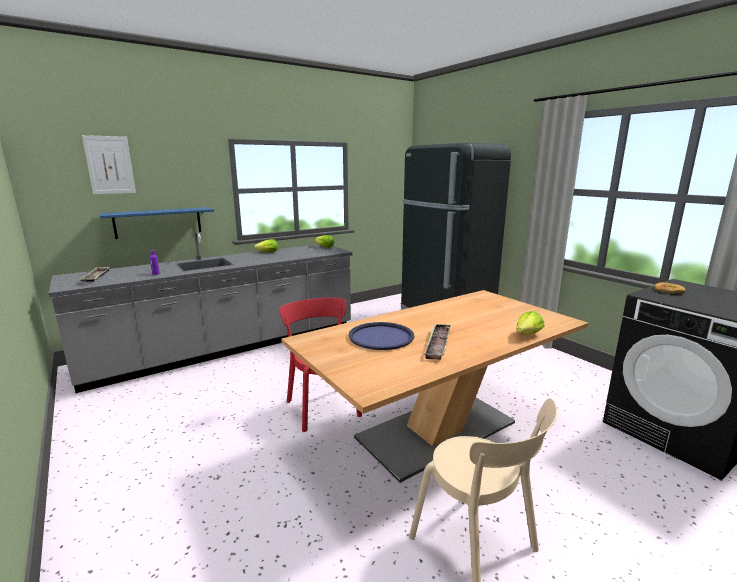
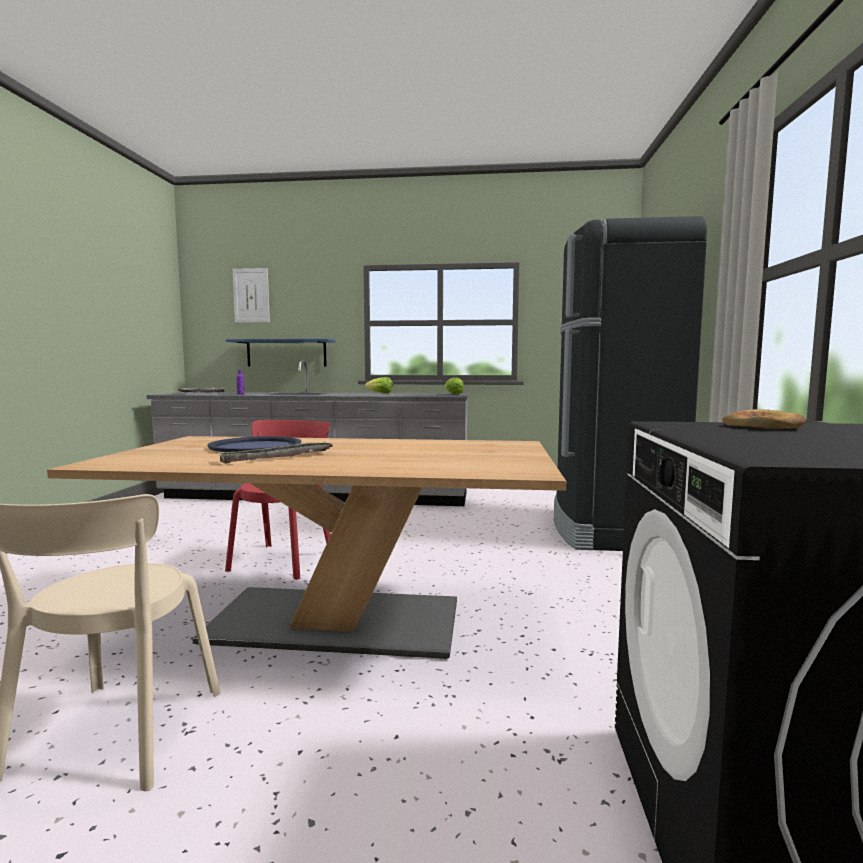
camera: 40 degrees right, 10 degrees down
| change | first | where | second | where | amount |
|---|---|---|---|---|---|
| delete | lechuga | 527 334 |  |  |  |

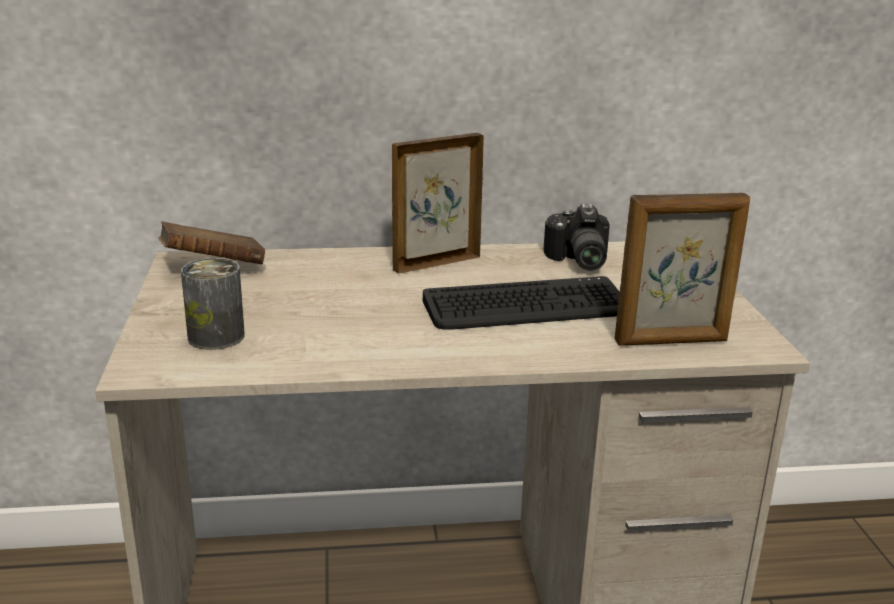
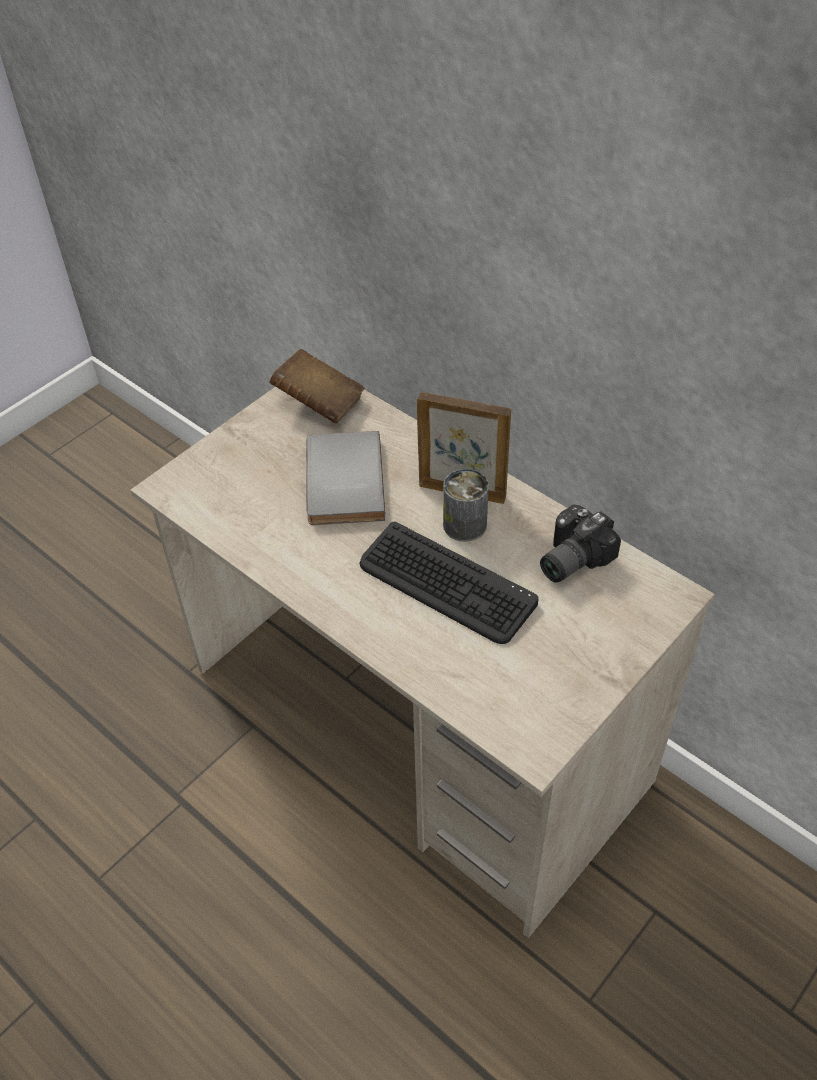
camera: 50 degrees right, 25 degrees up
| change | first | where | second | where | amount |
|---|---|---|---|---|---|
| move | lata | 216 337 |  | 464 525 |  |
| delete | portarretratos | 672 341 |  |  |  |
| insert |  |  | libro [gris] | 340 481 |  |

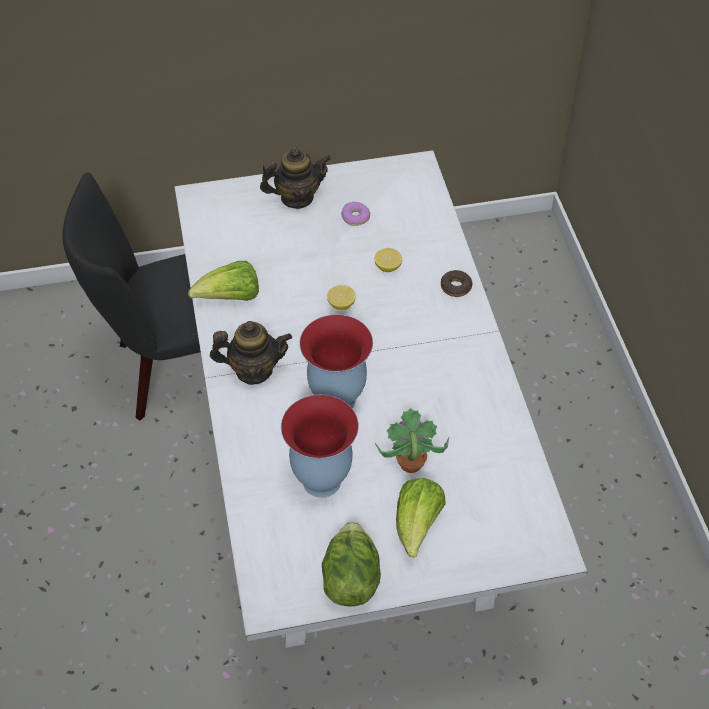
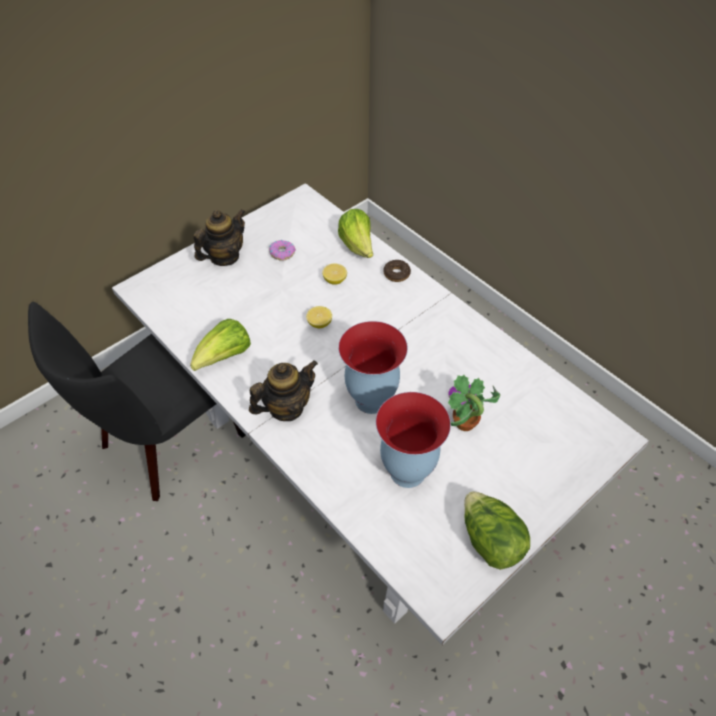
camera: 30 degrees left, 0 degrees up
| change | first | where | second | where | amount |
|---|---|---|---|---|---|
| move | lechuga | 417 525 |  | 357 246 |  |

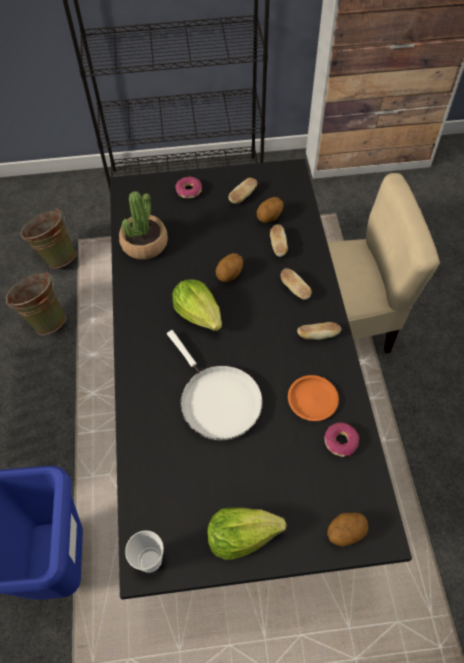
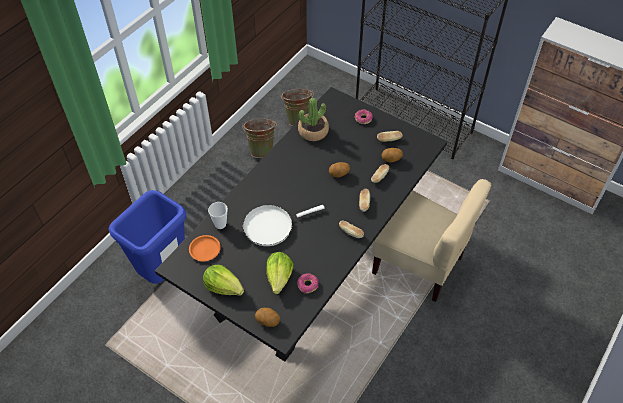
camera: 40 degrees right, 5 degrees down
| change | first | where | second | where | amount |
|---|---|---|---|---|---|
| move | taza | 150 561 |  | 220 224 |  |
| rotate | sartén [blanco] | 217 400 |  | 271 226 | 60 degrees clockwise |
| move | lechuga | 199 314 |  | 279 277 |  |
| move | plato [naranja] | 312 399 |  | 205 249 |  |

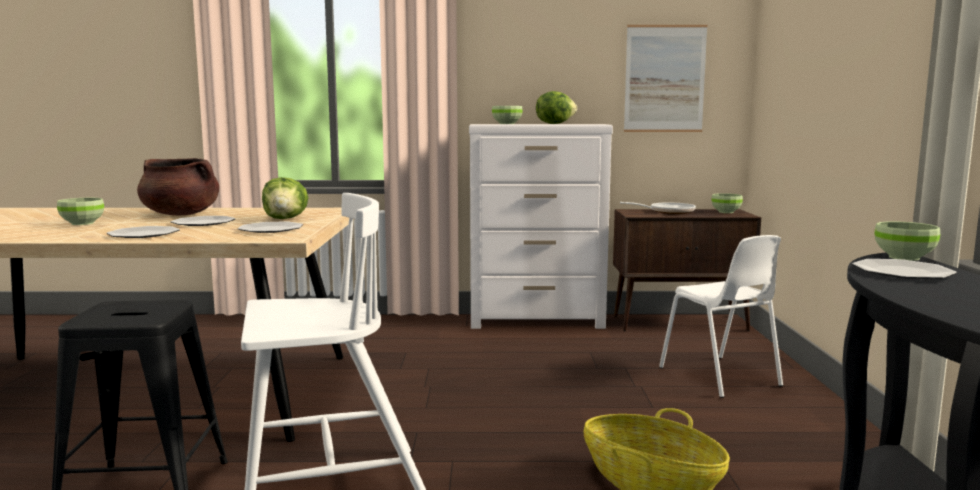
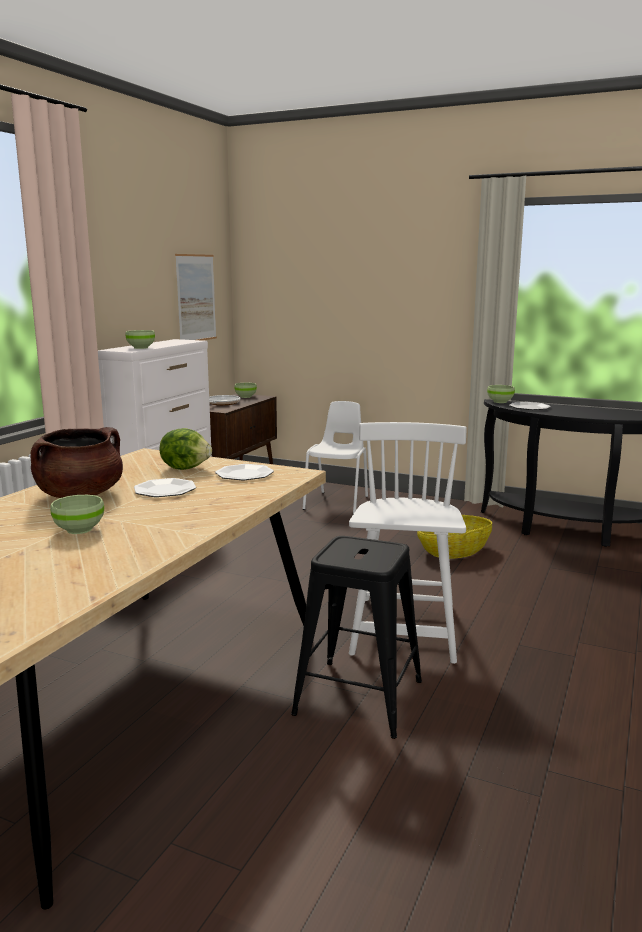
camera: 65 degrees left, 5 degrees up
| change | first | where | second | where | amount |
|---|---|---|---|---|---|
| delete | plato | 143 234 |  |  |  |
| delete | lechuga | 554 124 |  |  |  |
| rotate | silla [blanco] | 720 377 |  | 337 503 | 75 degrees counterclockwise |

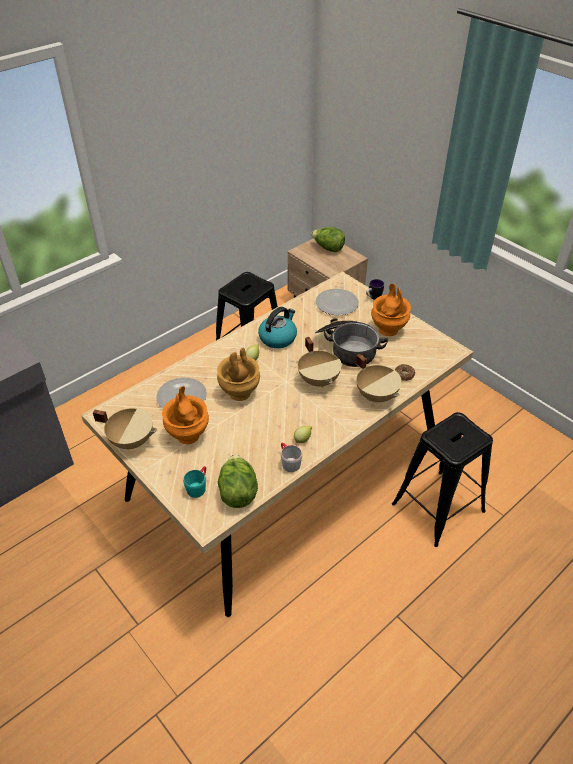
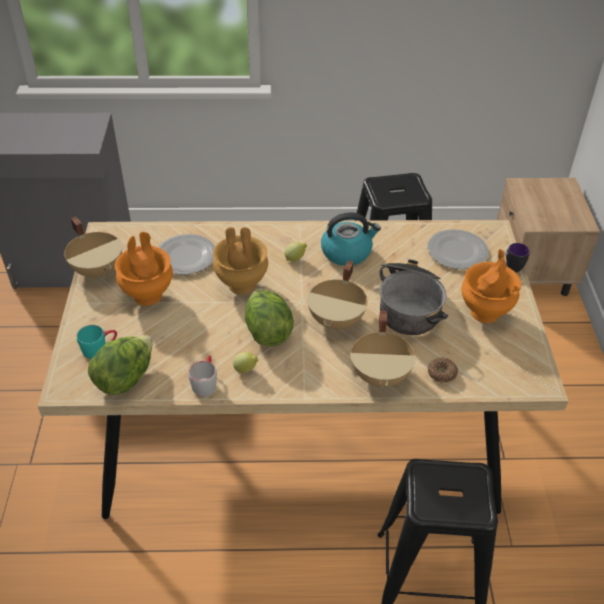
camera: 40 degrees right, 0 degrees up
| change | first | where | second | where | amount |
|---|---|---|---|---|---|
| move | lechuga | 328 248 |  | 267 331 |  |

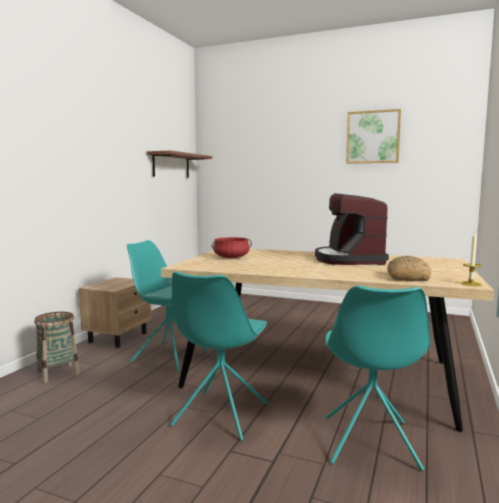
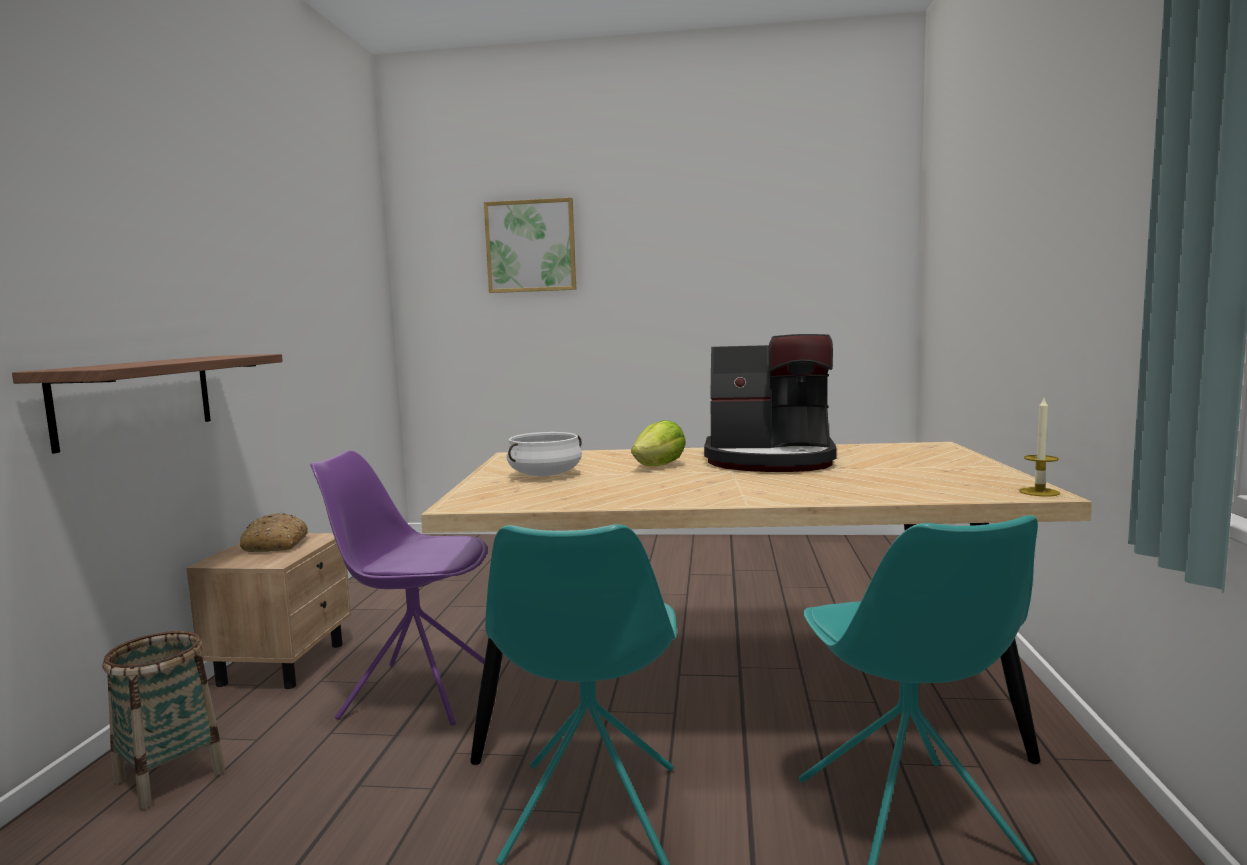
camera: 15 degrees left, 0 degrees up
| change | first | where | second | where | amount |
|---|---|---|---|---|---|
| recolor | silla [turquesa] | 169 356 | silla [morado] | 416 692 |  |
| move | estante | 171 165 |  | 136 399 |  |
| recolor | olla [rojo] | 231 257 | olla [blanco] | 545 475 |  |
| rotate | cafetera | 348 259 |  | 770 460 | 60 degrees counterclockwise |
| move | cuadro | 373 137 |  | 531 246 |  |
| move | pan | 406 277 |  | 275 545 |  |
| insert |  |  | lechuga | 660 466 |  |

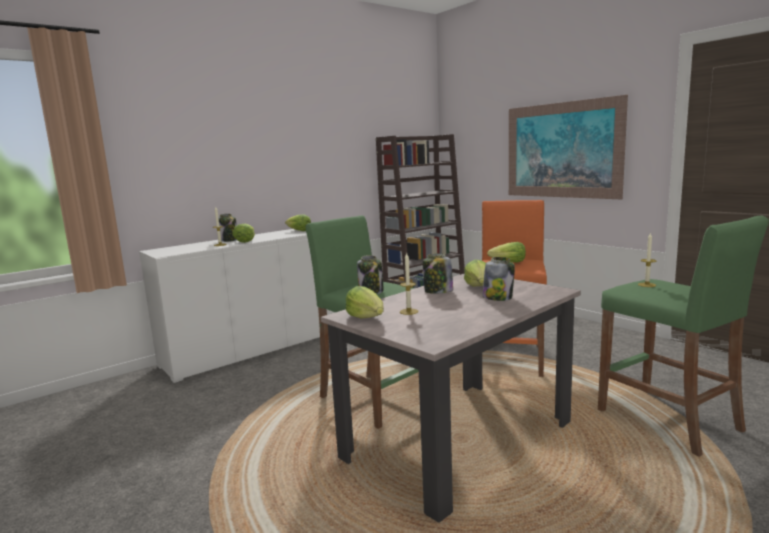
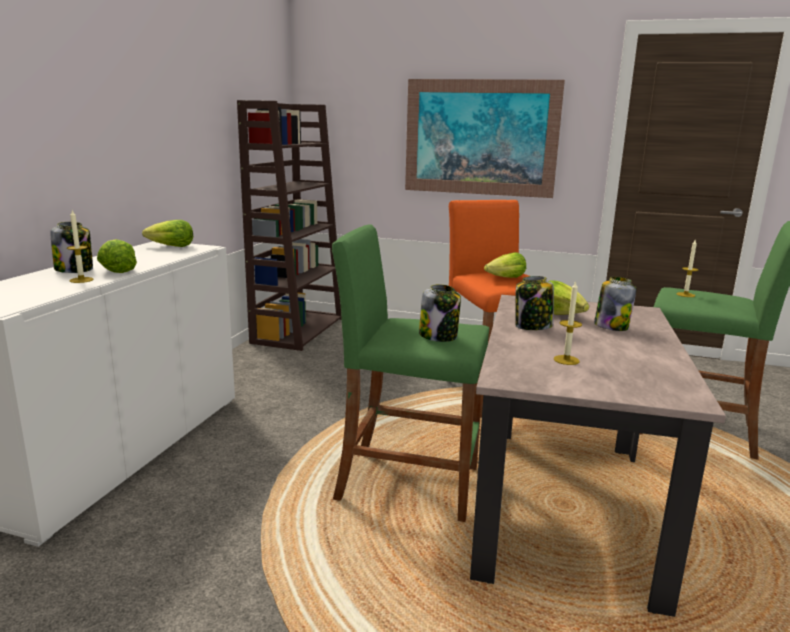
camera: 35 degrees left, 5 degrees up
| change | first | where | second | where | amount |
|---|---|---|---|---|---|
| delete | lechuga | 367 317 |  |  |  |

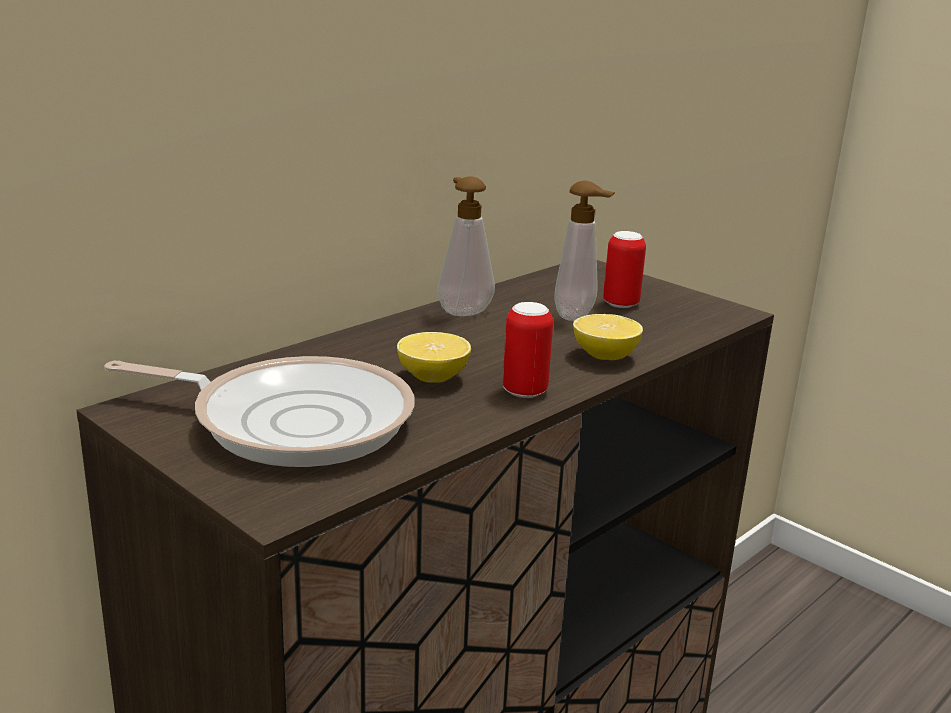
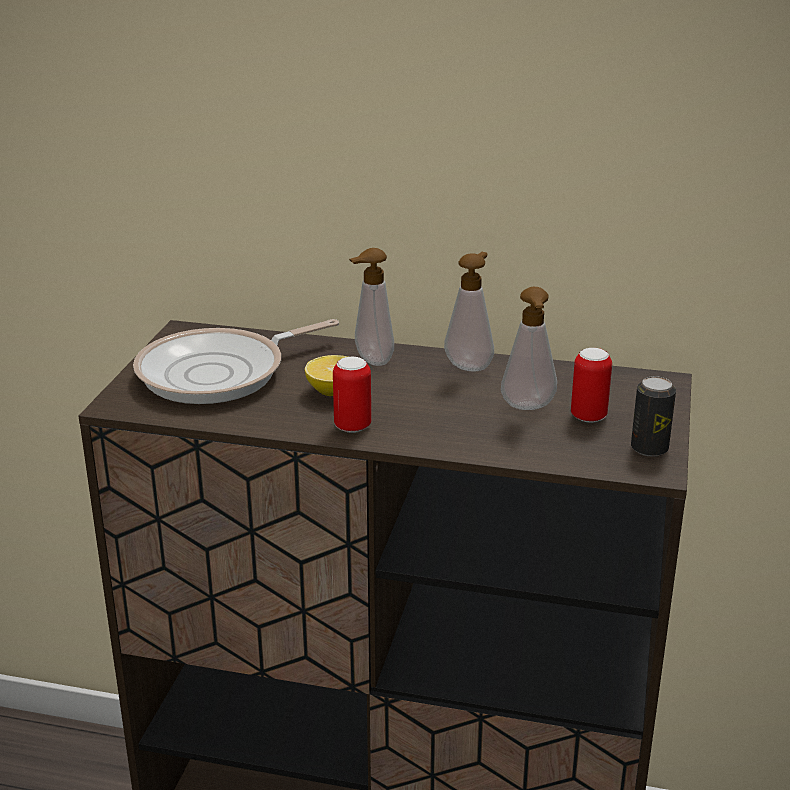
camera: 60 degrees right, 5 degrees up
| change | first | where | second | where | amount |
|---|---|---|---|---|---|
| rotate | sartén | 292 420 |  | 220 373 | 75 degrees clockwise |
| delete | limón | 605 356 |  |  |  |
| insert |  |  | dispensador de jabón | 370 361 |  |
| insert |  |  | lata | 649 448 |  |

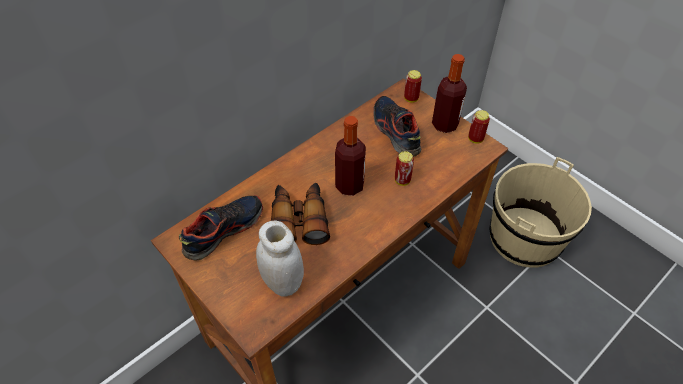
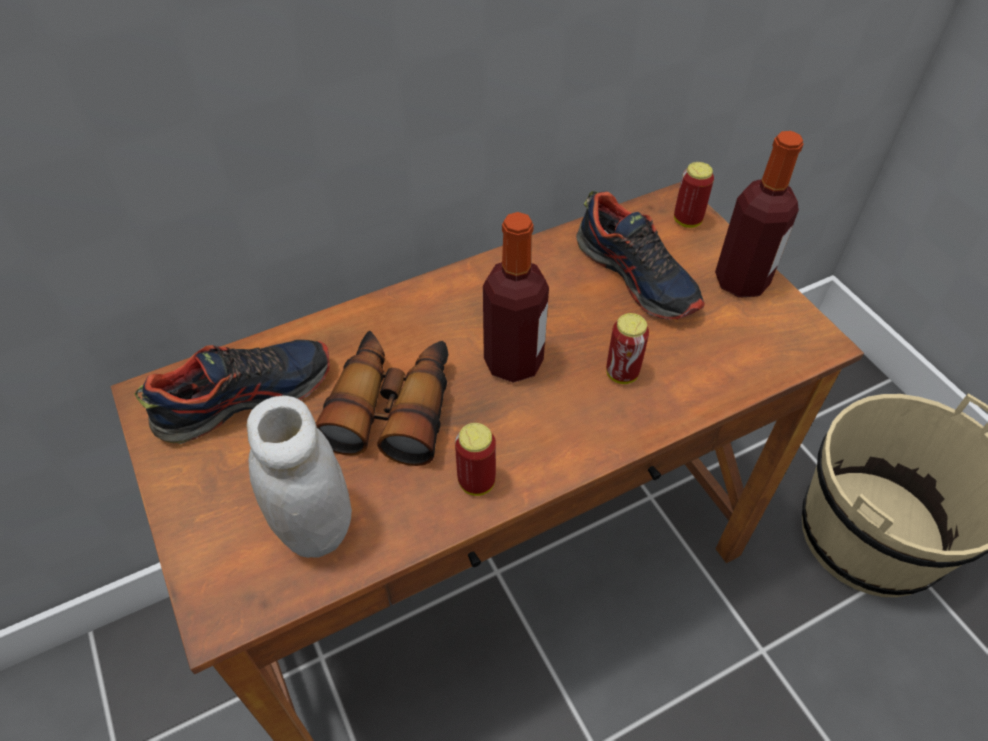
camera: 15 degrees right, 0 degrees up
| change | first | where | second | where | amount |
|---|---|---|---|---|---|
| rotate | zapato | 395 131 |  | 637 276 | 150 degrees clockwise |
| move | lata | 475 139 |  | 476 482 |  |

